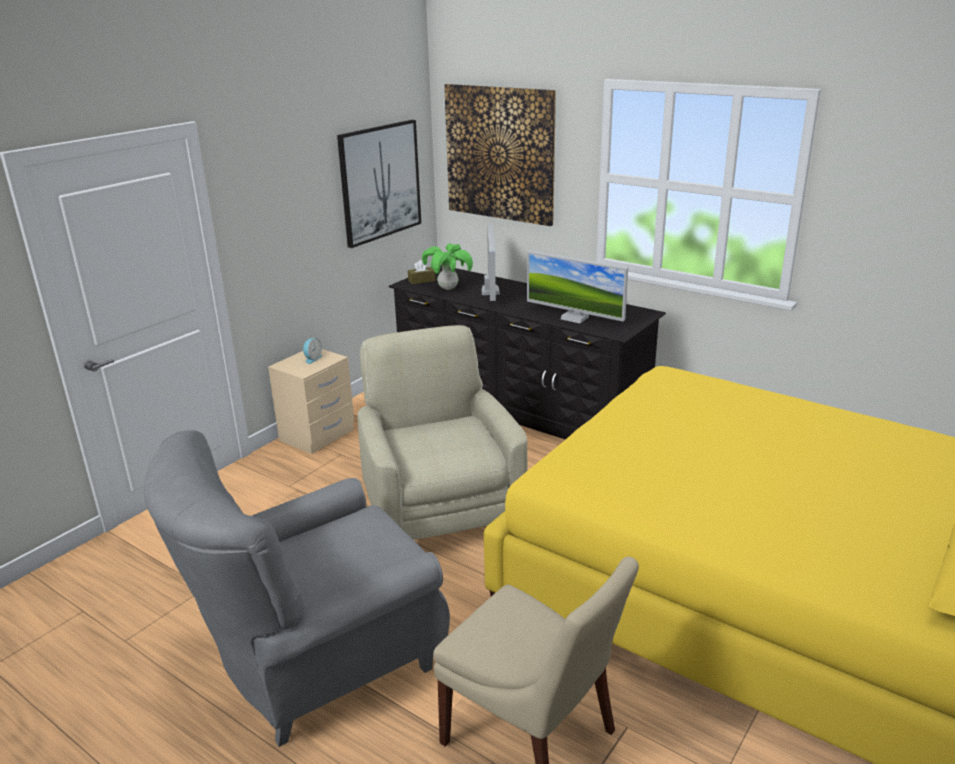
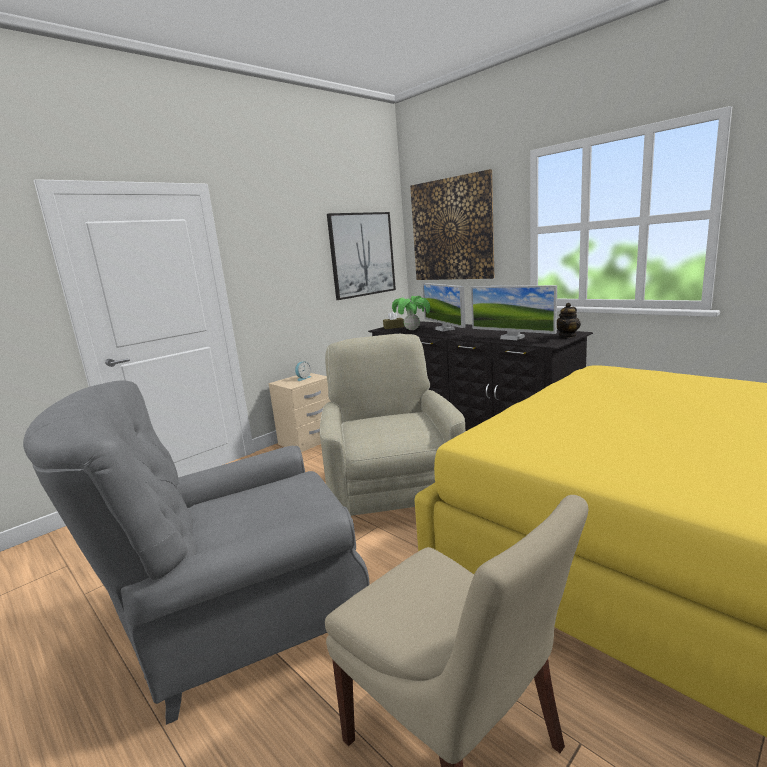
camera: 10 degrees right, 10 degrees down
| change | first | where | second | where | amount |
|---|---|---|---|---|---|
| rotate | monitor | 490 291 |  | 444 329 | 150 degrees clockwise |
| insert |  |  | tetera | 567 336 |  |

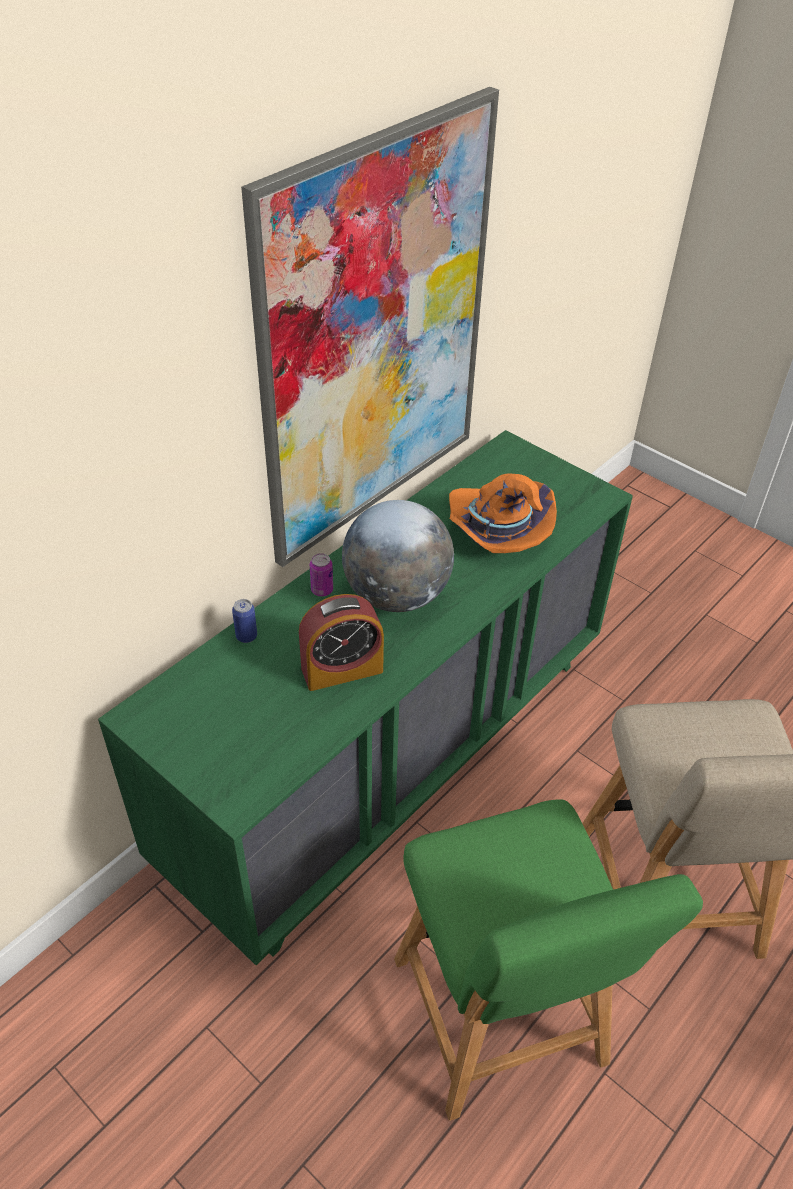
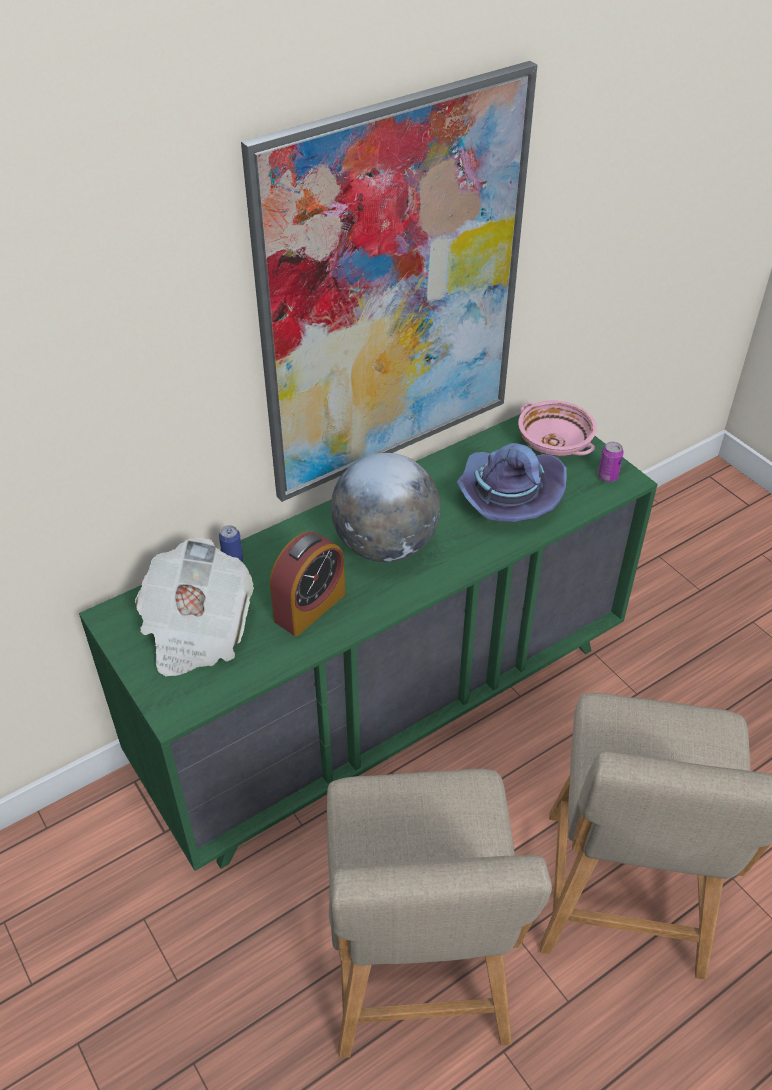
camera: 15 degrees right, 0 degrees up
| change | first | where | second | where | amount |
|---|---|---|---|---|---|
| rotate | despertador | 342 669 |  | 310 607 | 45 degrees counterclockwise |
| move | lata | 322 590 |  | 607 476 |  |
| recolor | silla [verde] | 502 1021 | silla [beis] | 418 978 |  |
| recolor | sombrero [naranja] | 496 530 | sombrero [morado] | 505 497 |  |
| insert |  |  | periódico | 196 630 |  |
| insert |  |  | cuenco [rosa] | 555 443 |  |

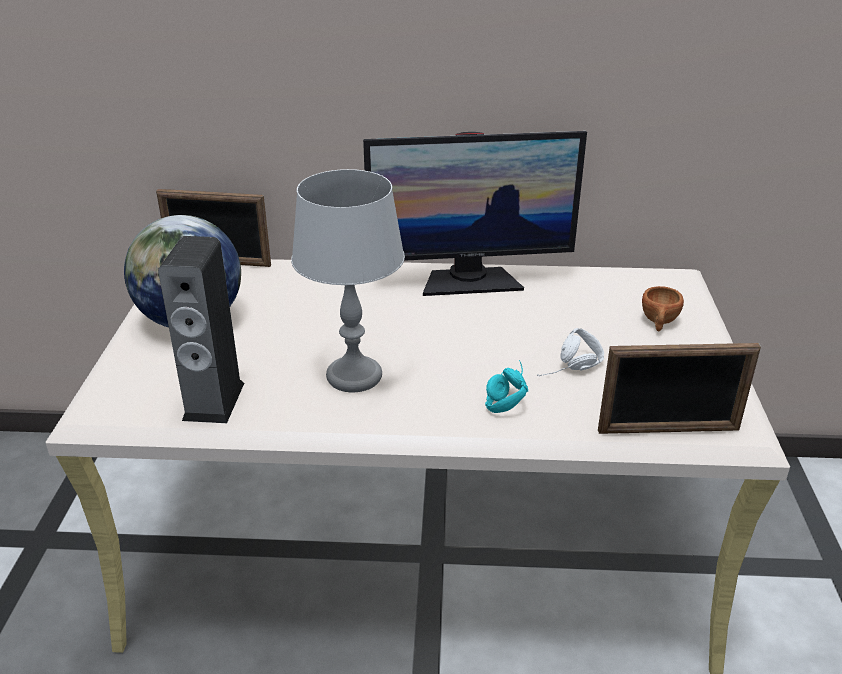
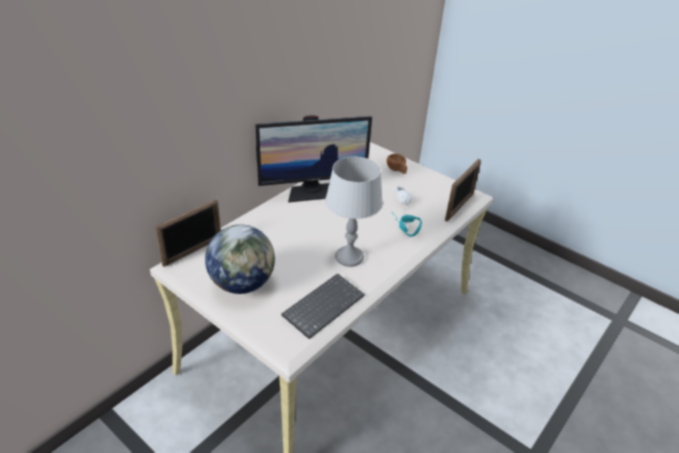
camera: 55 degrees left, 5 degrees up
| change | first | where | second | where | amount |
|---|---|---|---|---|---|
| replace | altavoz | 214 401 | teclado | 323 305 |  |
| rotate | monitor | 469 280 |  | 312 191 | 45 degrees clockwise |

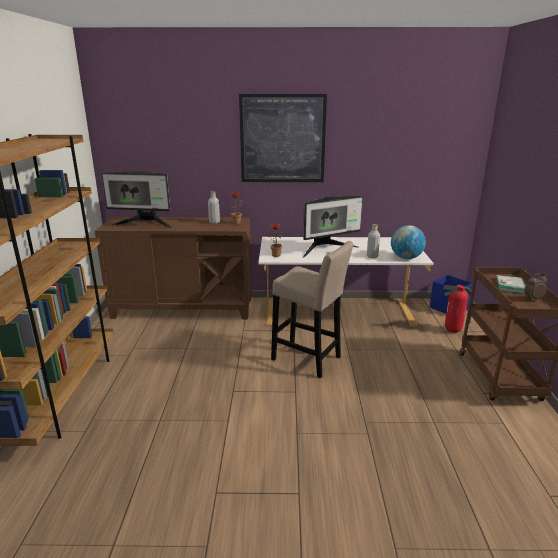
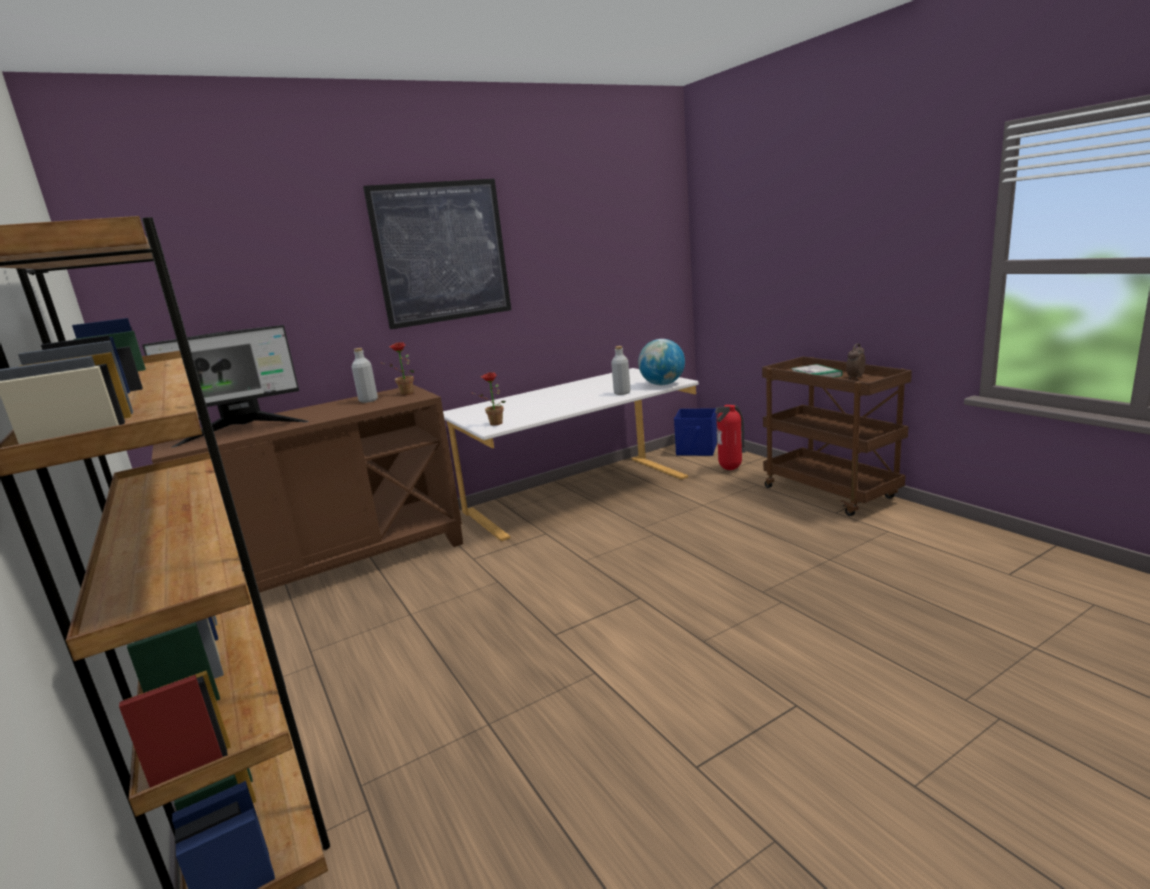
camera: 30 degrees left, 5 degrees down
| change | first | where | second | where | amount |
|---|---|---|---|---|---|
| delete | taburete [beis] | 309 360 |  |  |  |
| delete | monitor | 327 249 |  |  |  |

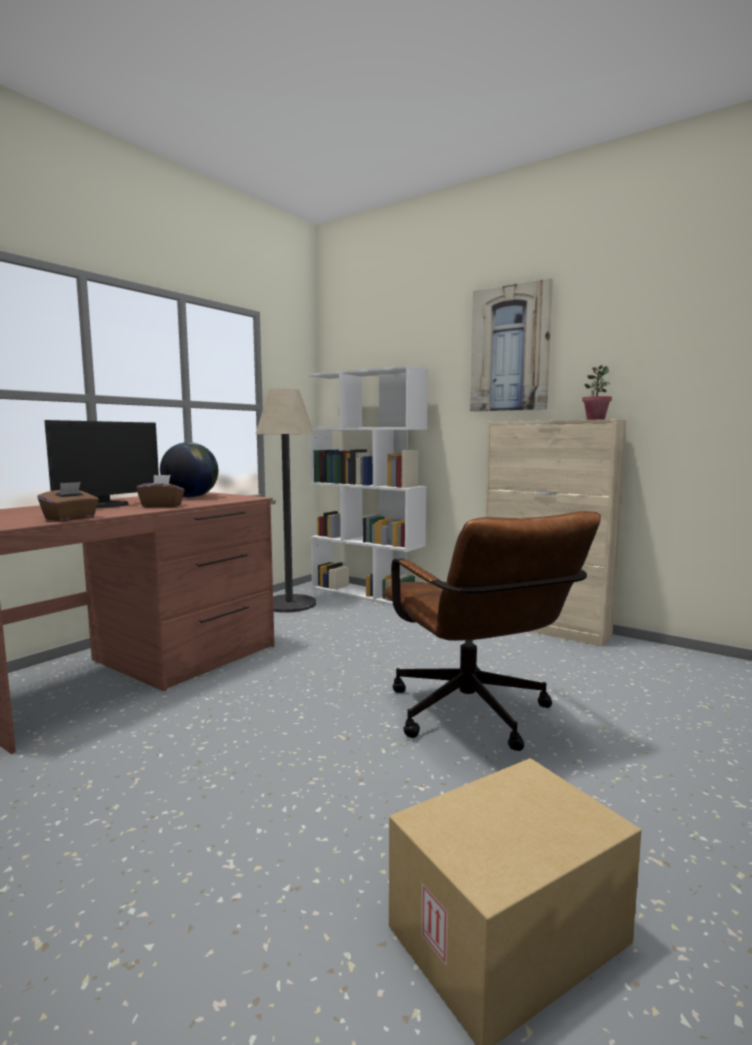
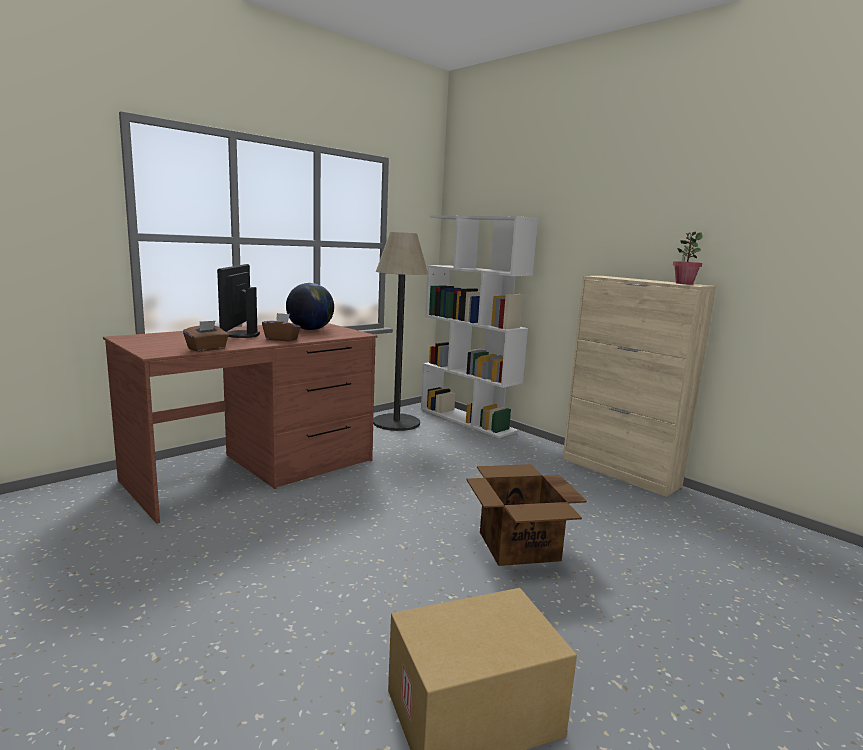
camera: 10 degrees right, 5 degrees up
| change | first | where | second | where | amount |
|---|---|---|---|---|---|
| rotate | monitor | 107 505 |  | 240 335 | 135 degrees clockwise |
| replace | silla de oficina [marrón] | 475 718 | caja de cartón | 518 546 |  |
| delete | cuadro | 510 349 |  |  |  |

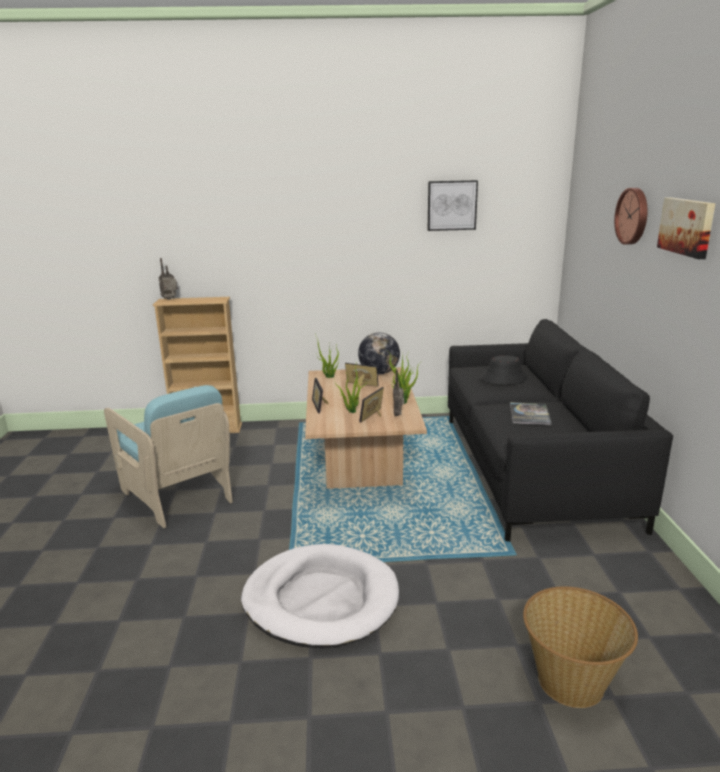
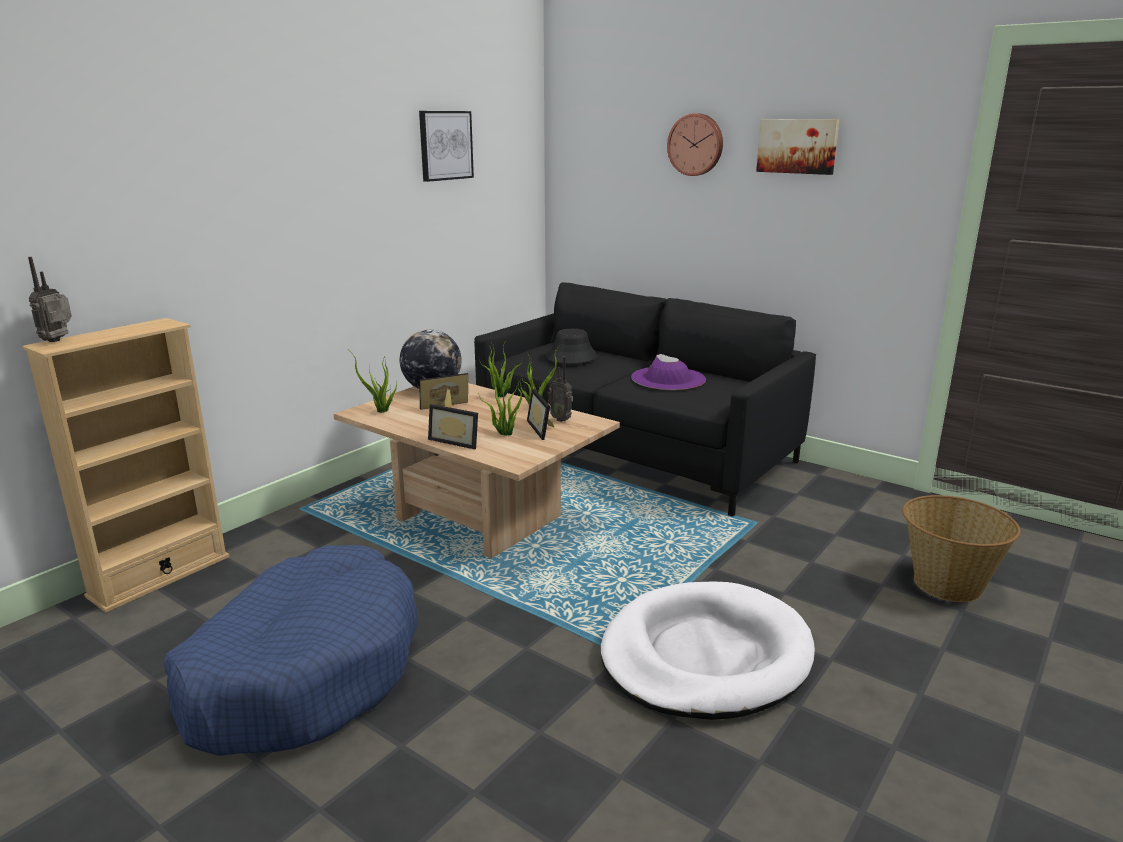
camera: 50 degrees left, 0 degrees up
| change | first | where | second | where | amount |
|---|---|---|---|---|---|
| replace | sillón [turquesa] | 179 494 | cama para perro [azul] | 304 670 |  |
| replace | libro | 529 414 | sombrero [morado] | 668 379 |  |

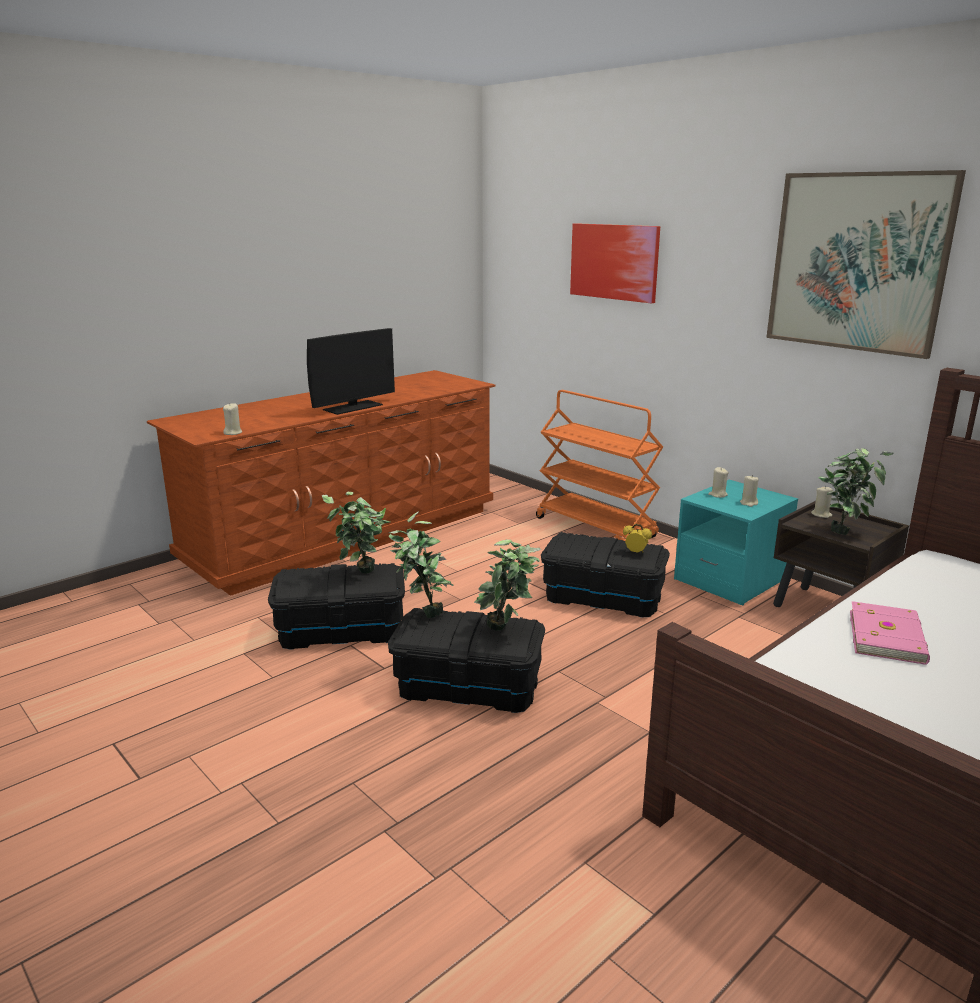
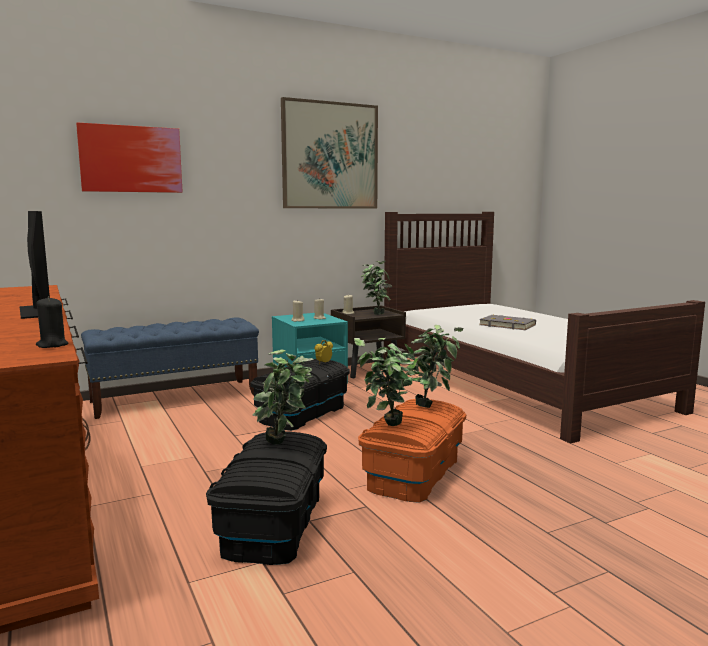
camera: 75 degrees left, 10 degrees down
| change | first | where | second | where | amount |
|---|---|---|---|---|---|
| recolor | vela [beis] | 233 433 | vela [negro] | 52 345 |  |
| recolor | caja de almacenaje [negro] | 468 686 | caja de almacenaje [naranja] | 413 473 |  |
| replace | carrito [naranja] | 596 527 | banco [azul] | 175 398 |  |
| recolor | libro [rosa] | 888 636 | libro [gris] | 507 325 |  |

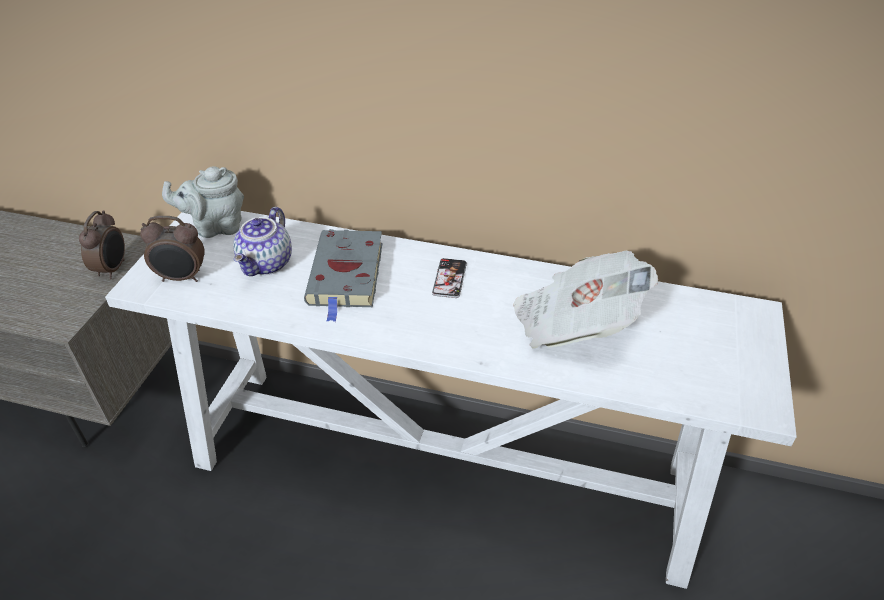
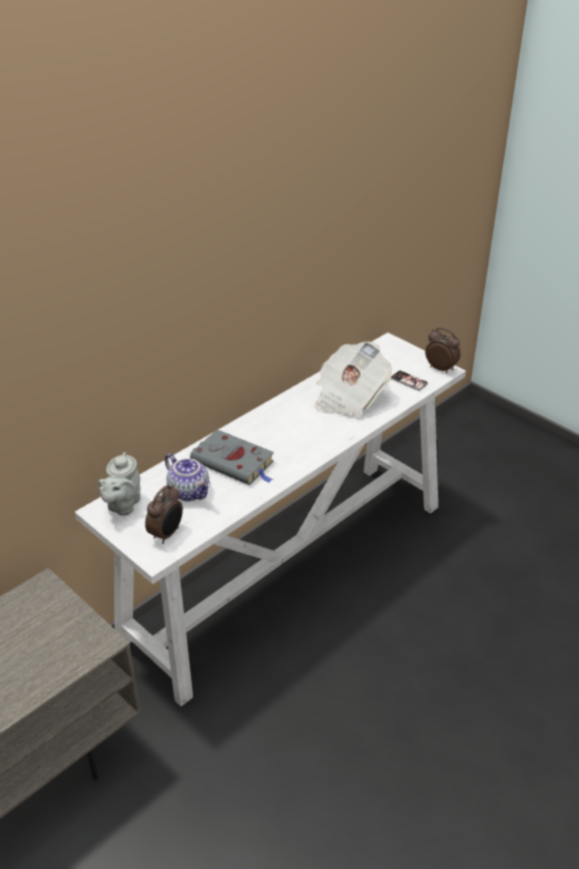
camera: 60 degrees left, 5 degrees down
| change | first | where | second | where | amount |
|---|---|---|---|---|---|
| move | despertador | 113 269 |  | 441 368 |  |
| move | móvil | 449 278 |  | 409 381 |  |

